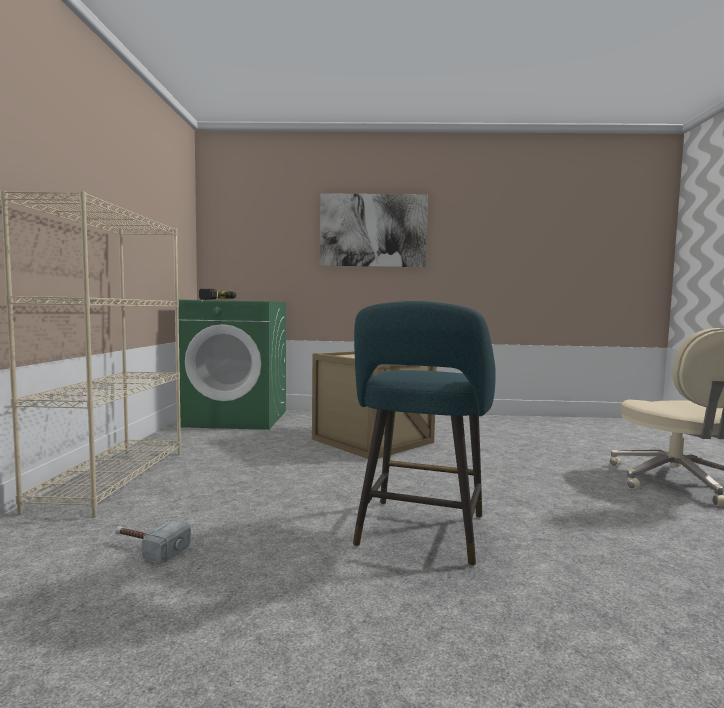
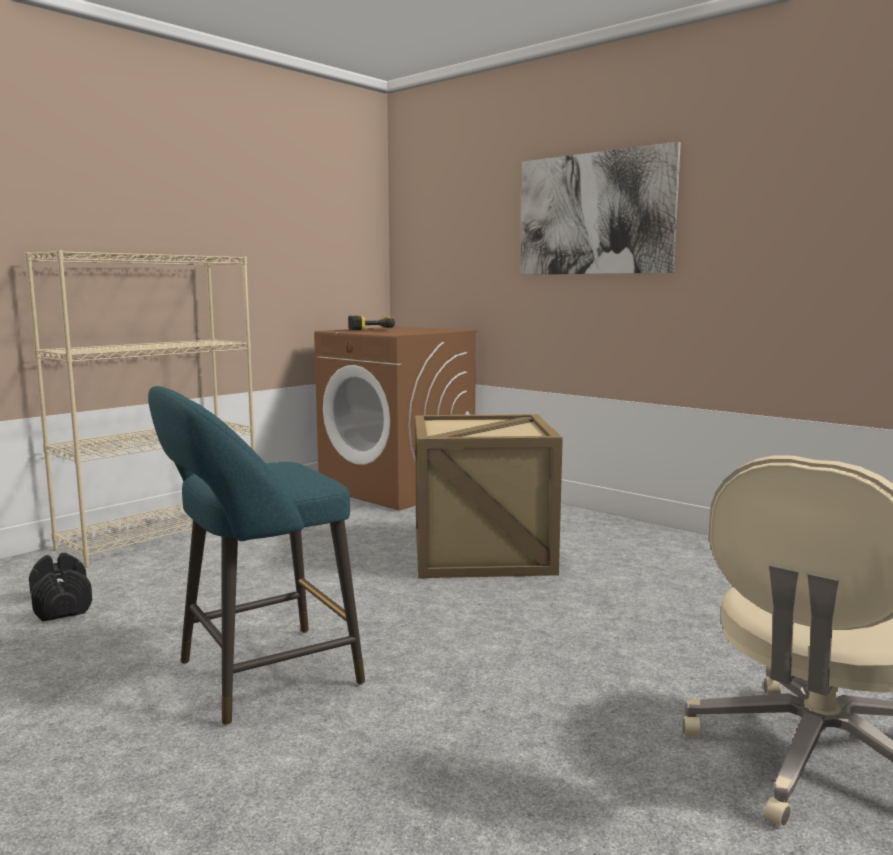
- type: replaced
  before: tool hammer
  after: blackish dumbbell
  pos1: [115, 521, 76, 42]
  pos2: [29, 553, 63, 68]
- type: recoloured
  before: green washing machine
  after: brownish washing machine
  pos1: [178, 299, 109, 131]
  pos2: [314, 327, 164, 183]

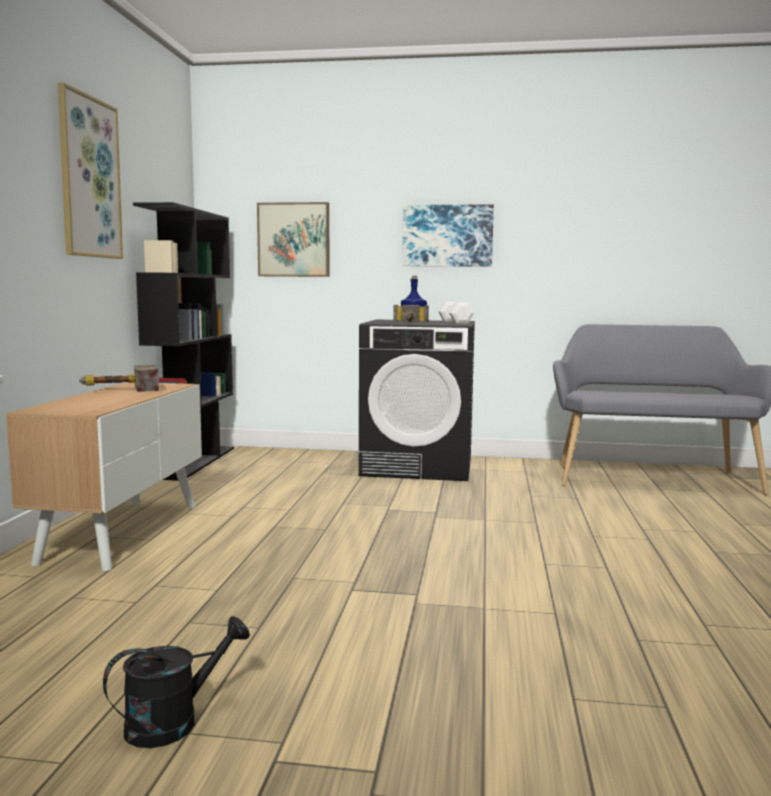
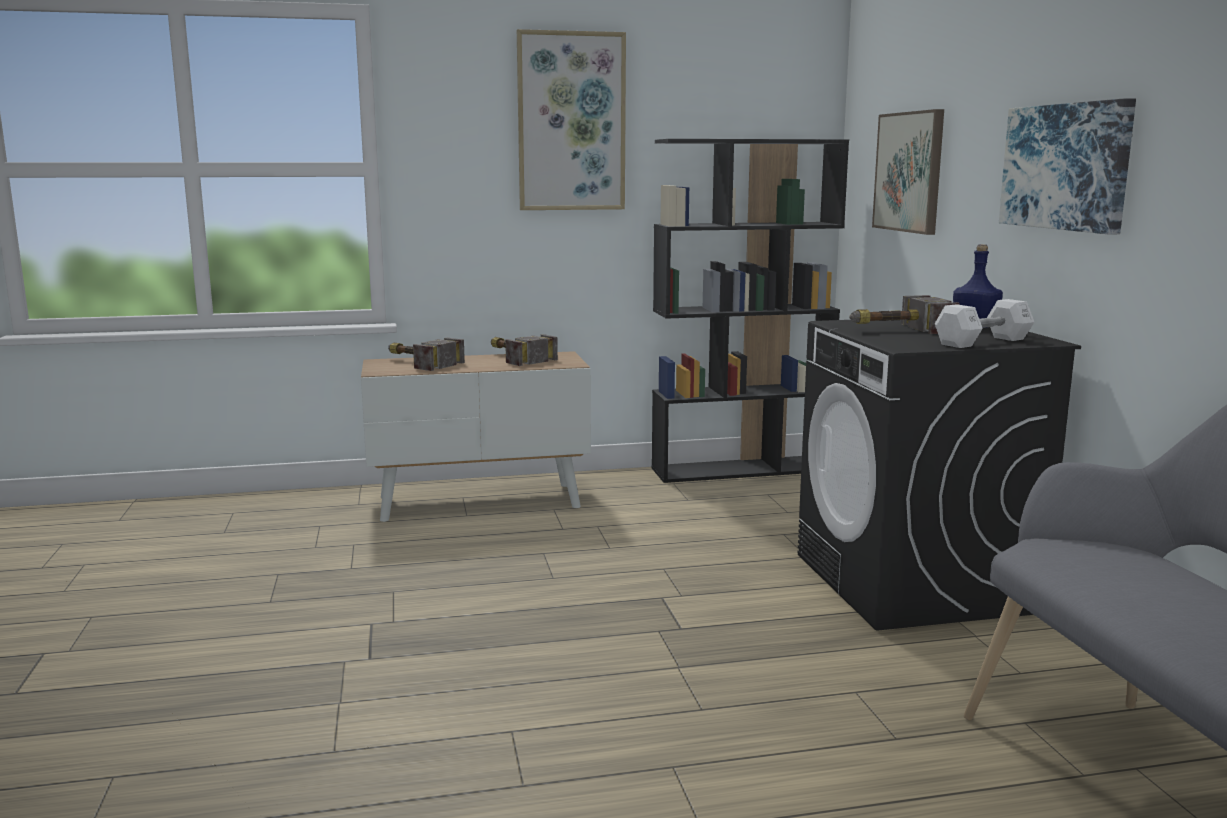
- type: added
  after: tool hammer
  pos2: [388, 338, 77, 33]
- type: removed
  before: blackish watering can
  pos1: [103, 616, 147, 132]

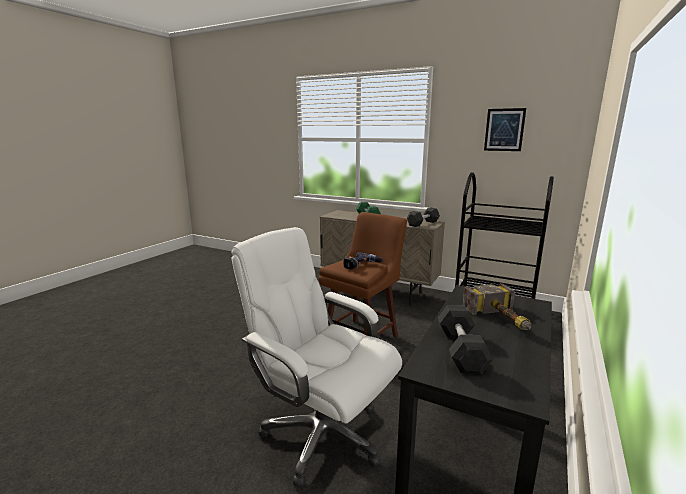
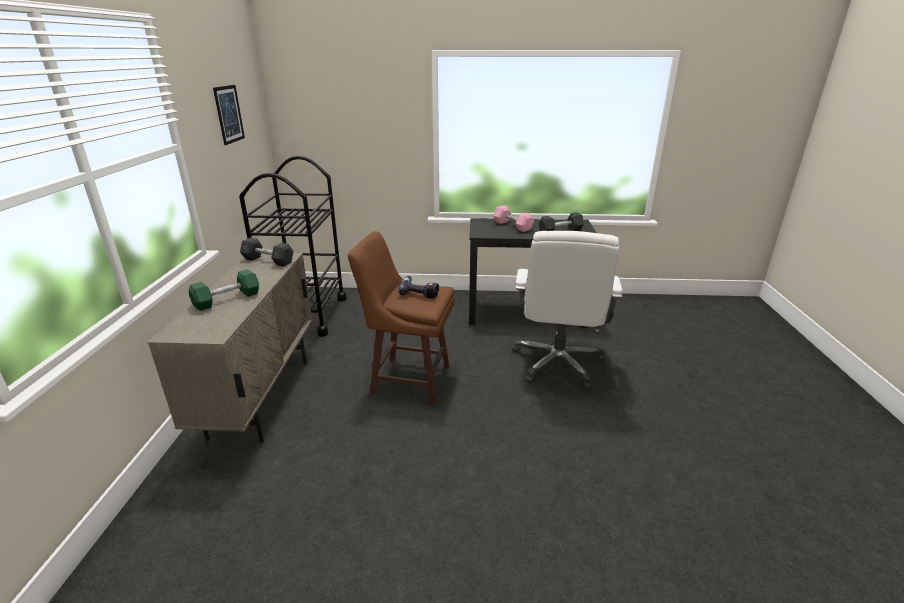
- type: replaced
  before: tool hammer
  after: pink-coloured dumbbell
  pos1: [463, 283, 68, 47]
  pos2: [493, 205, 41, 27]

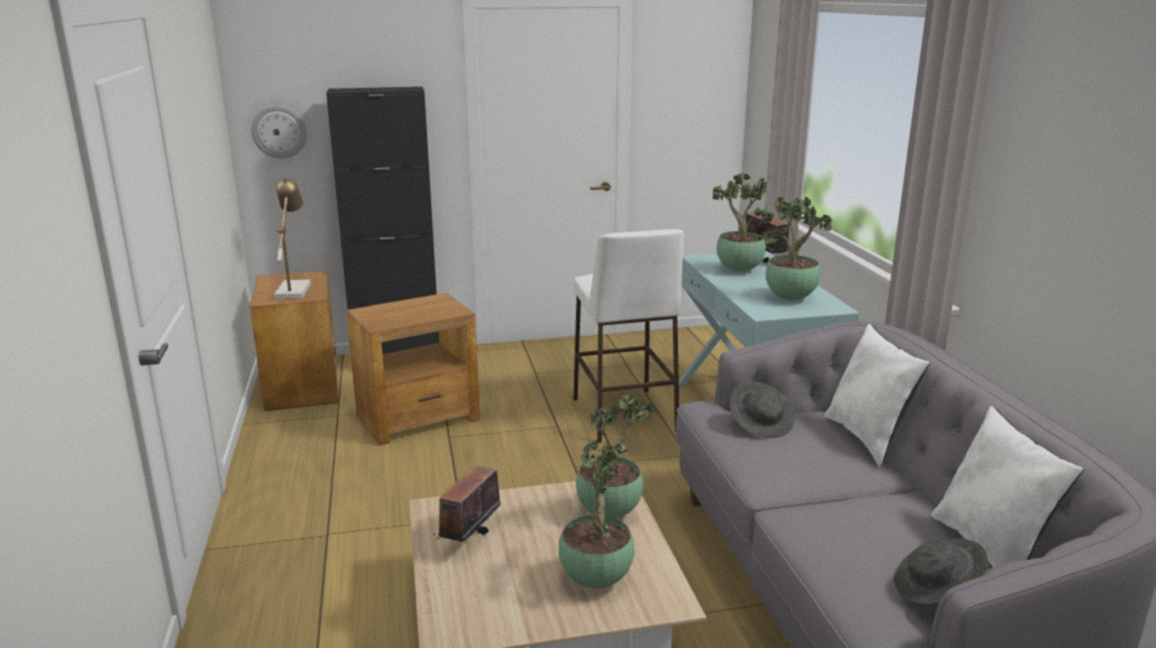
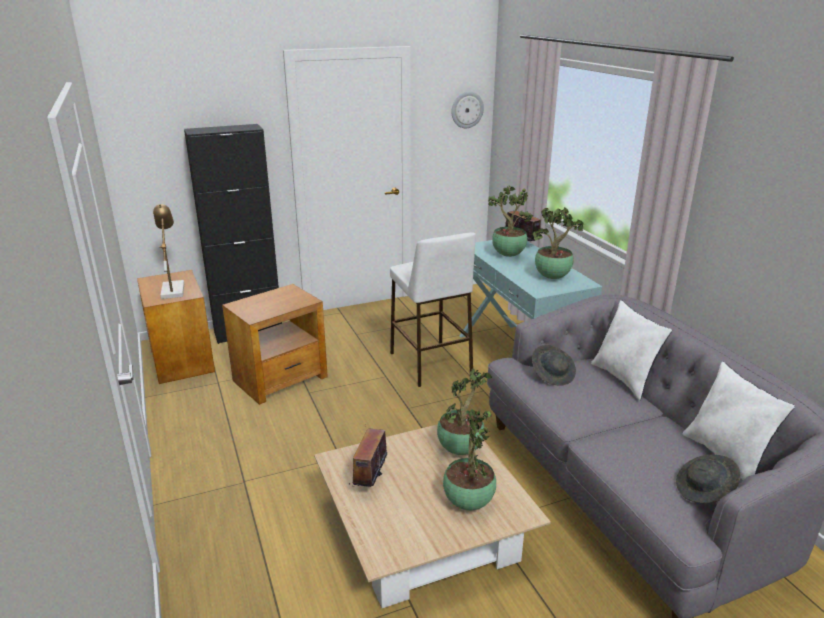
- type: moved
  before: hanging clock
  pos1: [251, 105, 56, 53]
  pos2: [452, 92, 32, 36]

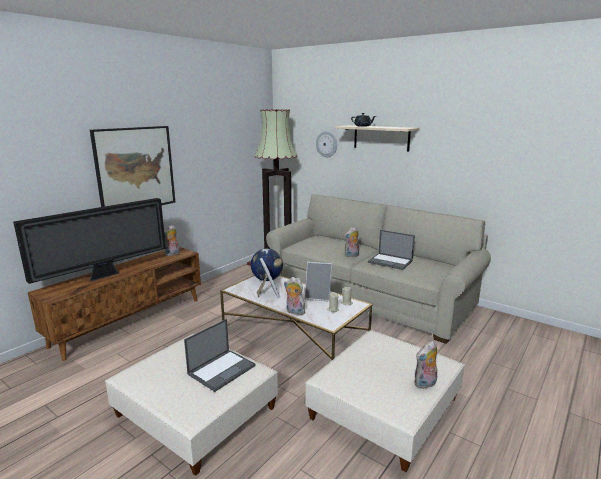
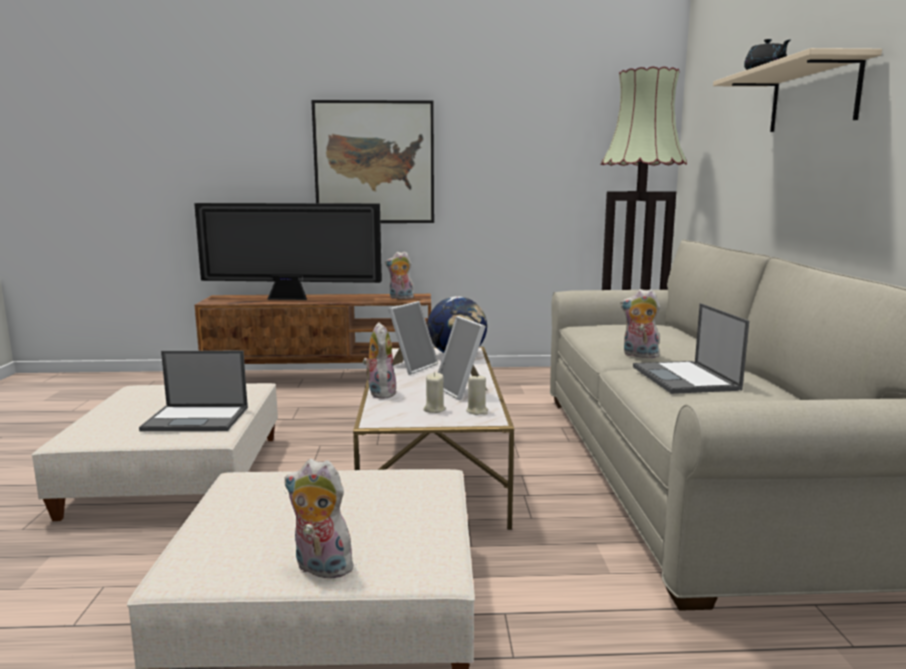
- type: removed
  before: hanging clock
  pos1: [316, 131, 21, 26]

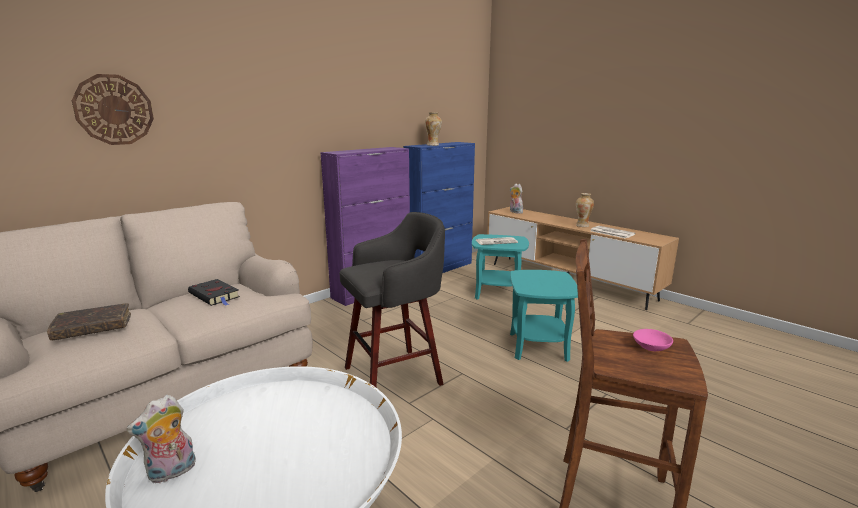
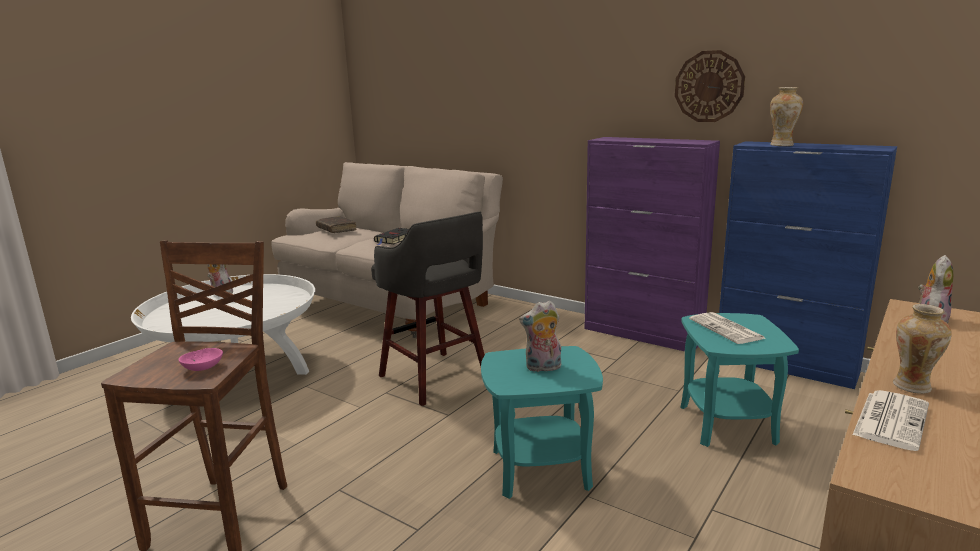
- type: added
  after: plush toy
  pos2: [519, 300, 42, 72]
- type: moved
  before: hanging clock
  pos1: [72, 74, 82, 71]
  pos2: [675, 50, 70, 72]

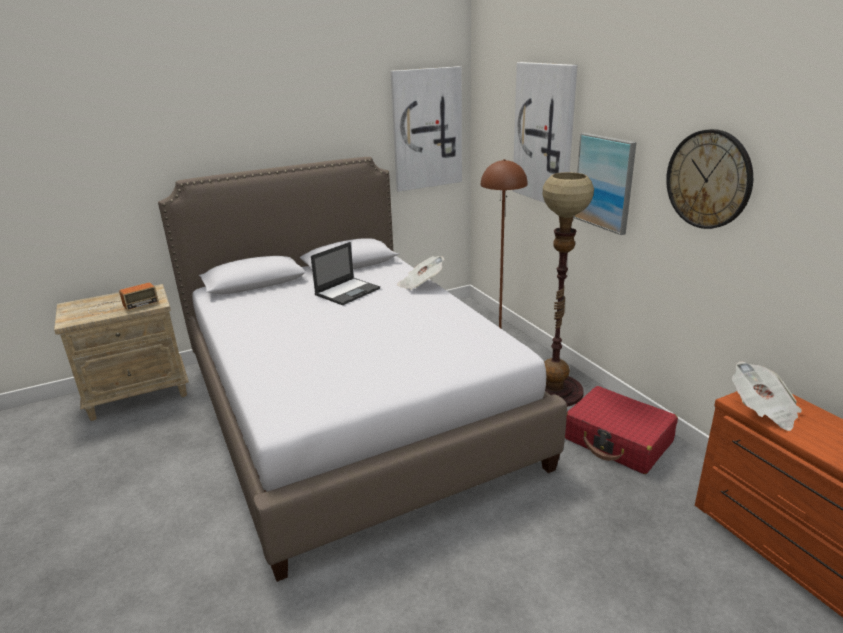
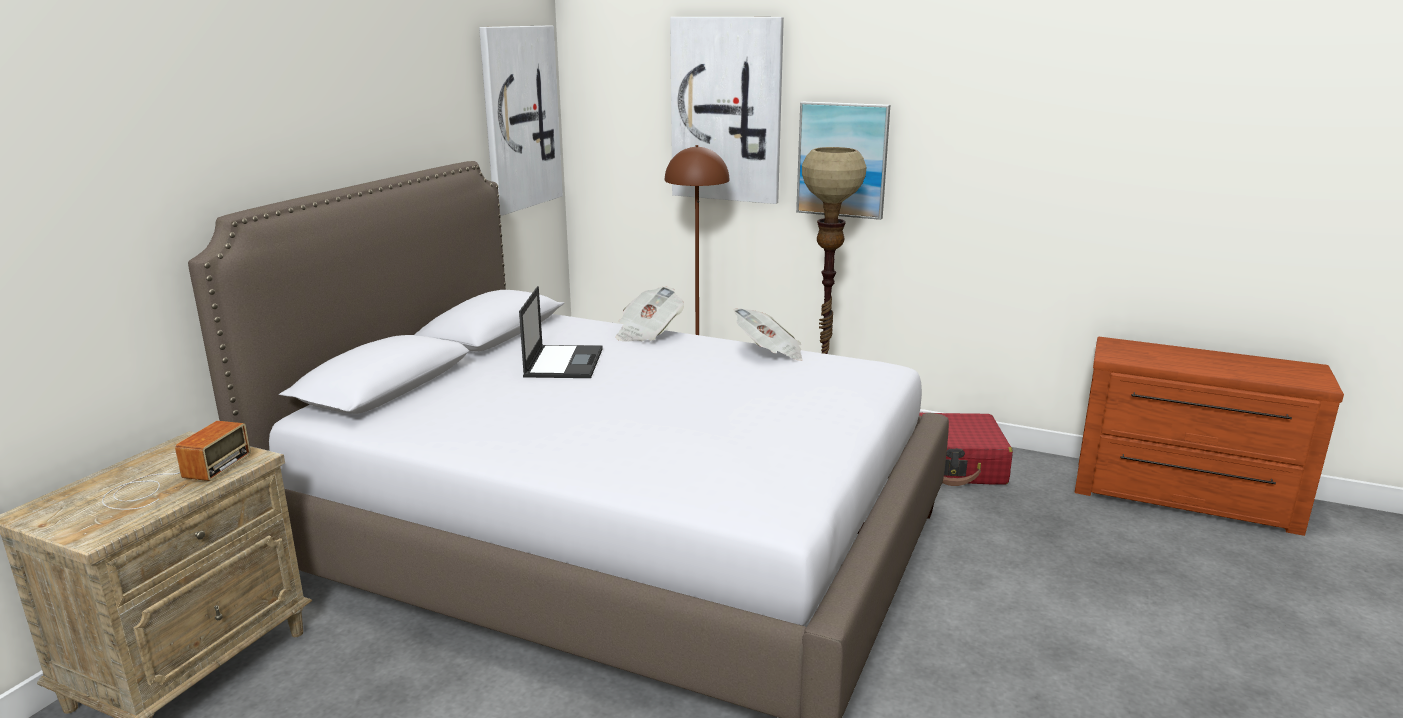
- type: moved
  before: newspaper
  pos1: [732, 361, 70, 70]
  pos2: [734, 308, 68, 53]
- type: removed
  before: hanging clock
  pos1: [666, 129, 87, 100]

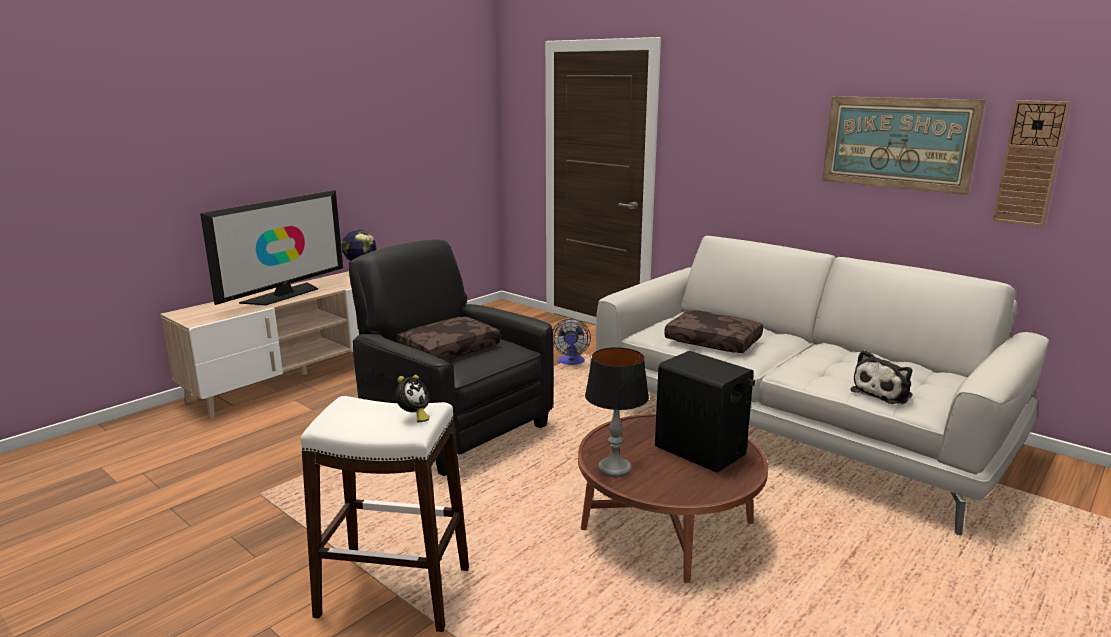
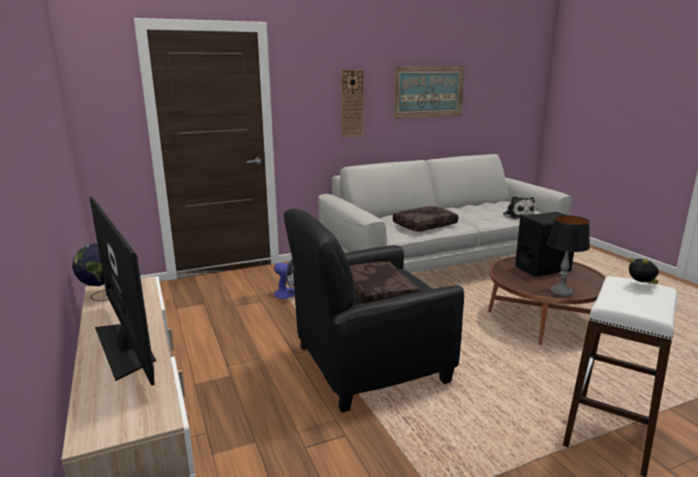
- type: moved
  before: hanging clock
  pos1: [993, 100, 77, 127]
  pos2: [341, 69, 23, 68]

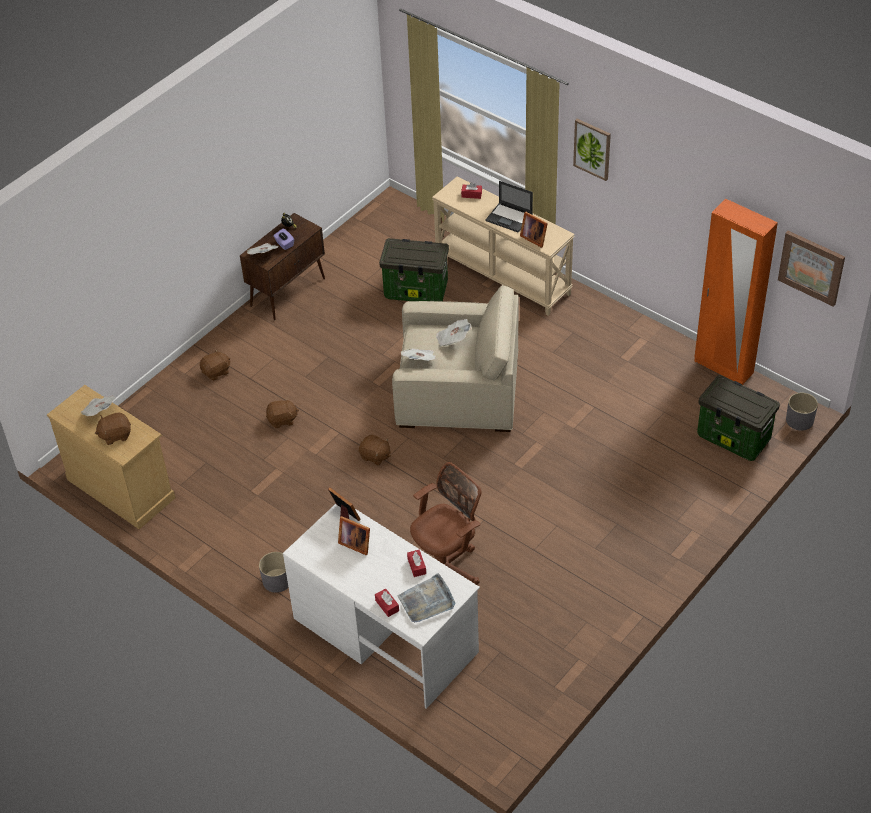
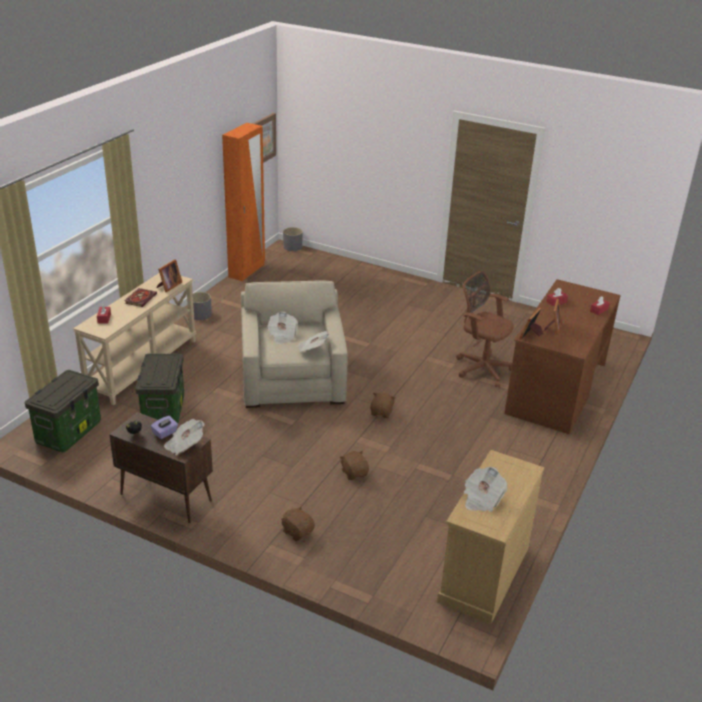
- type: moved
  before: storage box
  pos1: [697, 375, 83, 86]
  pos2: [25, 370, 76, 82]
- type: replaced
  before: laptop
  after: bound book
  pos1: [485, 181, 48, 52]
  pos2: [125, 288, 32, 19]
- type: moved
  before: greyish plant pot
  pos1: [259, 552, 30, 41]
  pos2: [193, 292, 19, 28]
- type: recoloured
  before: white desk unit
  after: brownish desk unit
  pos1: [283, 504, 197, 205]
  pos2: [504, 279, 117, 155]
- type: removed
  before: brownish plush toy
  pos1: [95, 413, 36, 32]
- type: removed
  before: greyish carrying tray
  pos1: [398, 573, 57, 50]
- type: removed
  before: wall art
  pos1: [573, 119, 38, 62]

